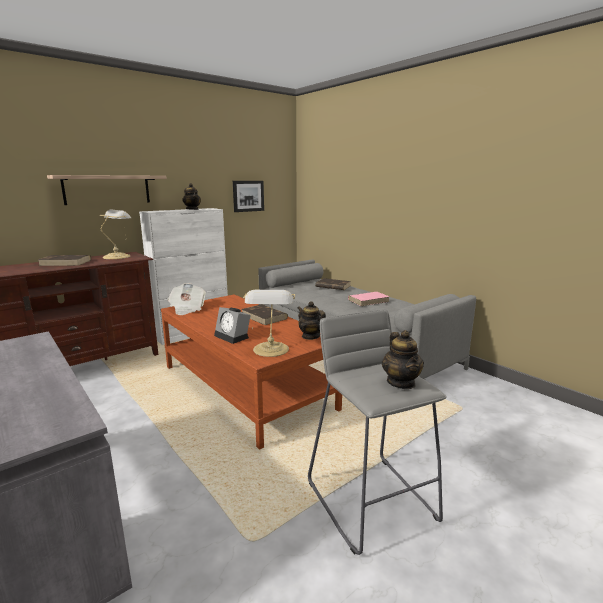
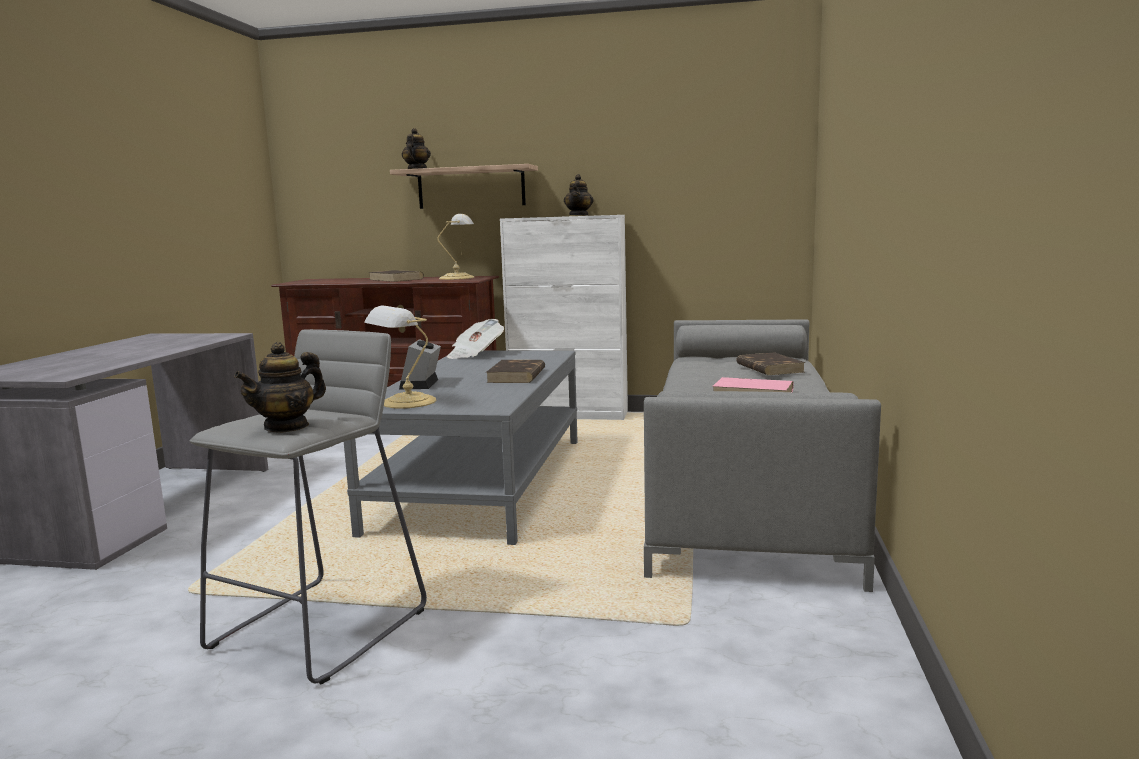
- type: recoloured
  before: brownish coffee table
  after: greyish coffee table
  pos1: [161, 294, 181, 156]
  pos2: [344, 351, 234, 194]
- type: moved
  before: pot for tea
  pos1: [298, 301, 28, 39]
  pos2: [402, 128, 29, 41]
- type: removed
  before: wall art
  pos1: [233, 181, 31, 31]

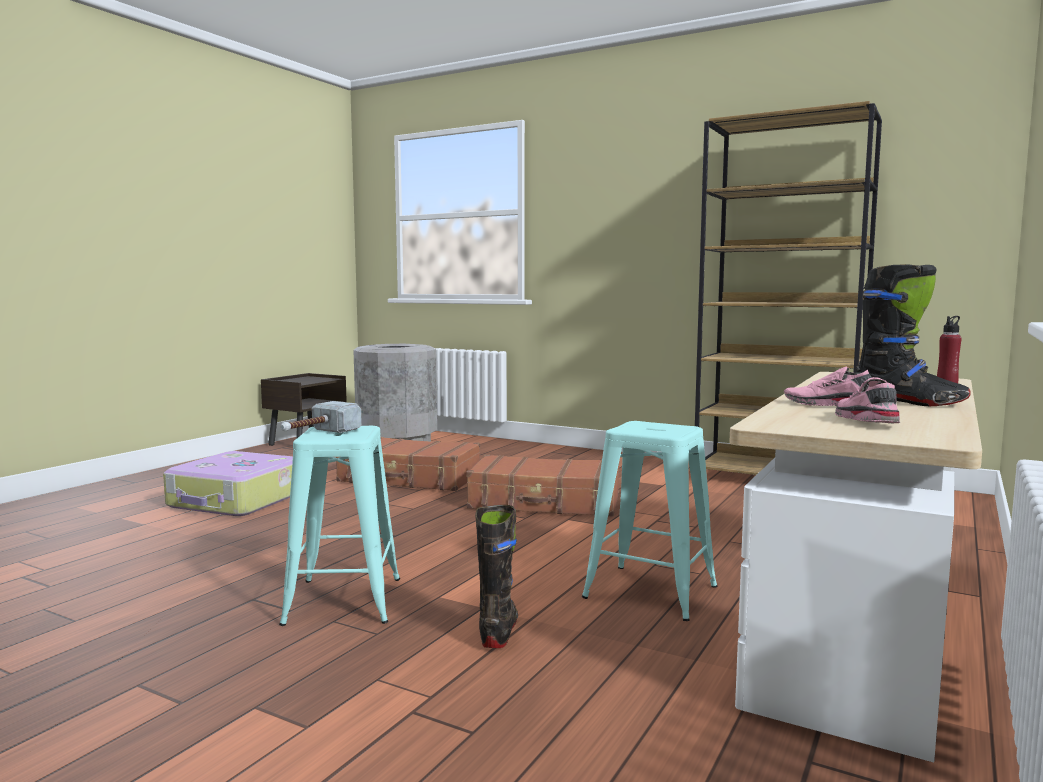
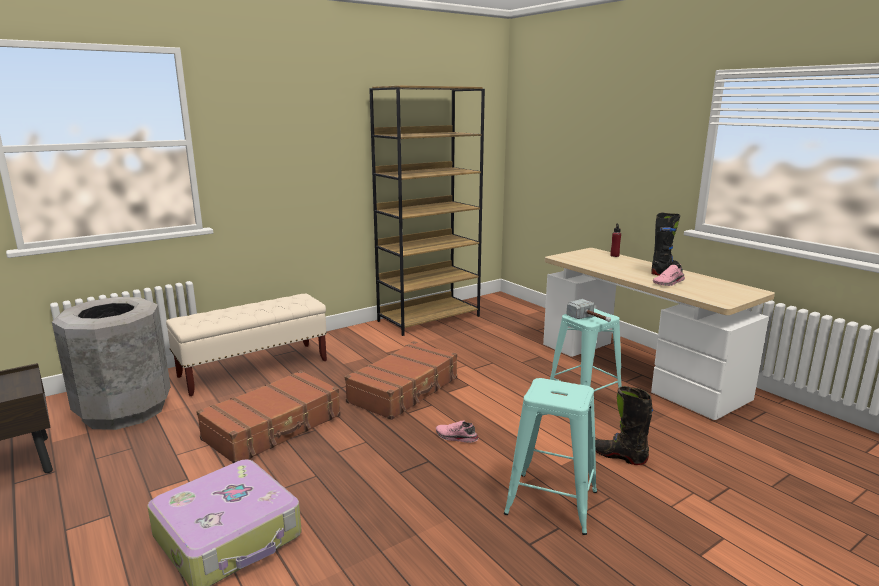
- type: added
  after: beige-coloured indoor bench
  pos2: [166, 293, 161, 103]
- type: moved
  before: pink-coloured low shoe
  pos1: [835, 377, 65, 47]
  pos2: [436, 420, 43, 23]
- type: moved
  before: tool hammer
  pos1: [281, 401, 81, 32]
  pos2: [566, 299, 45, 23]

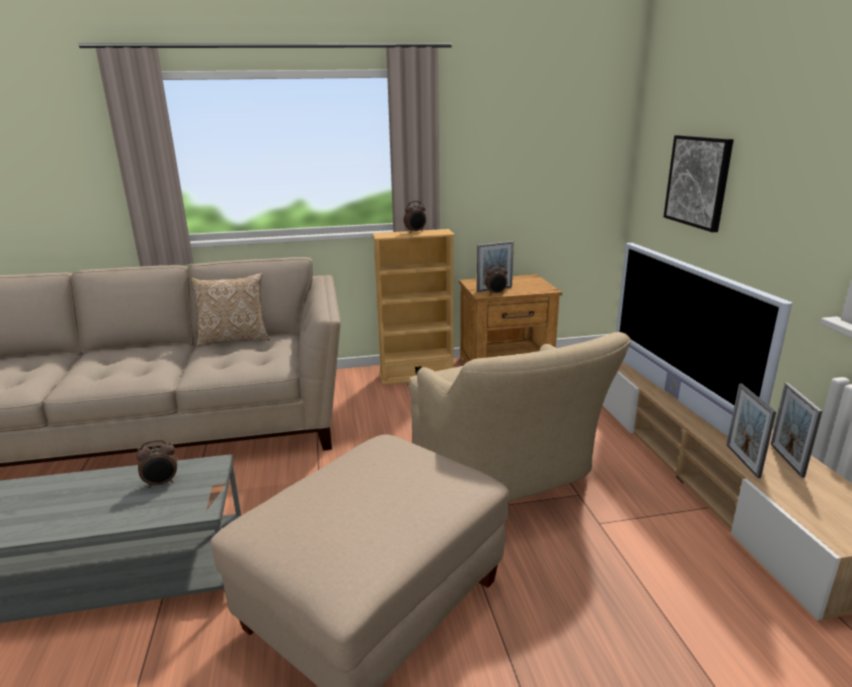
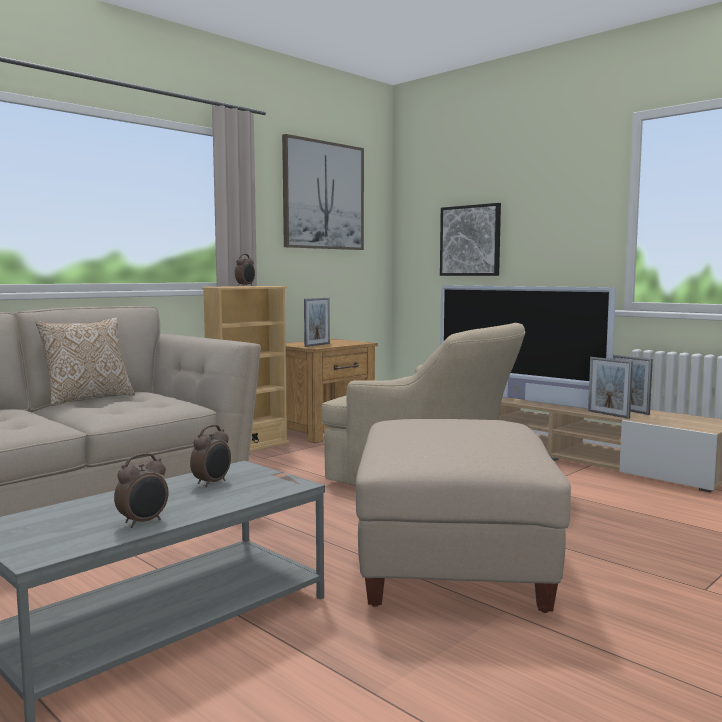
- type: moved
  before: table clock
  pos1: [485, 264, 22, 31]
  pos2: [114, 453, 55, 75]
- type: added
  after: wall art
  pos2: [282, 134, 82, 116]

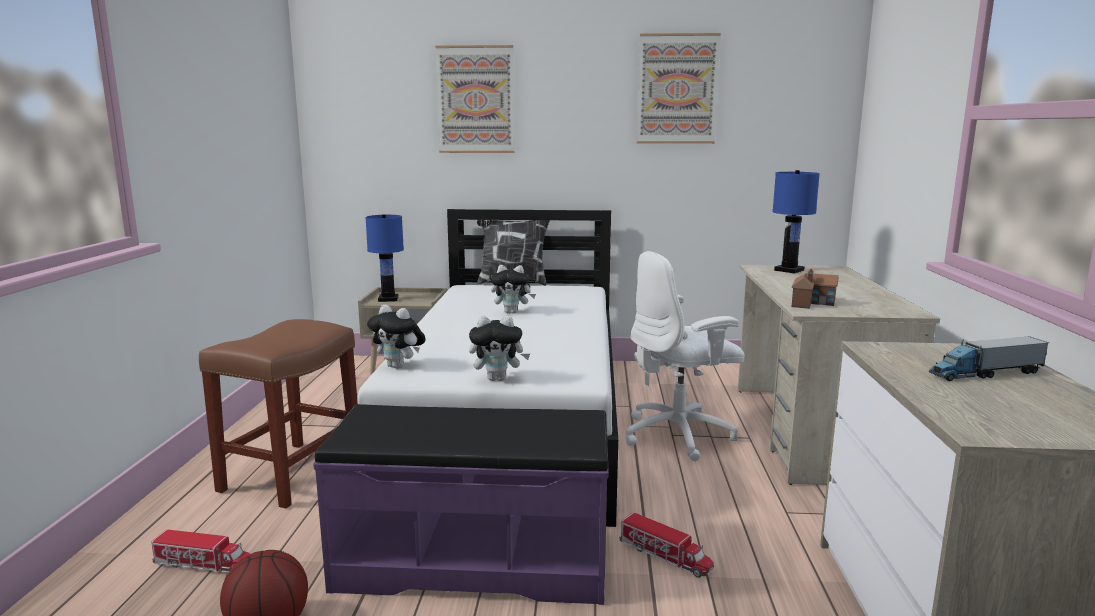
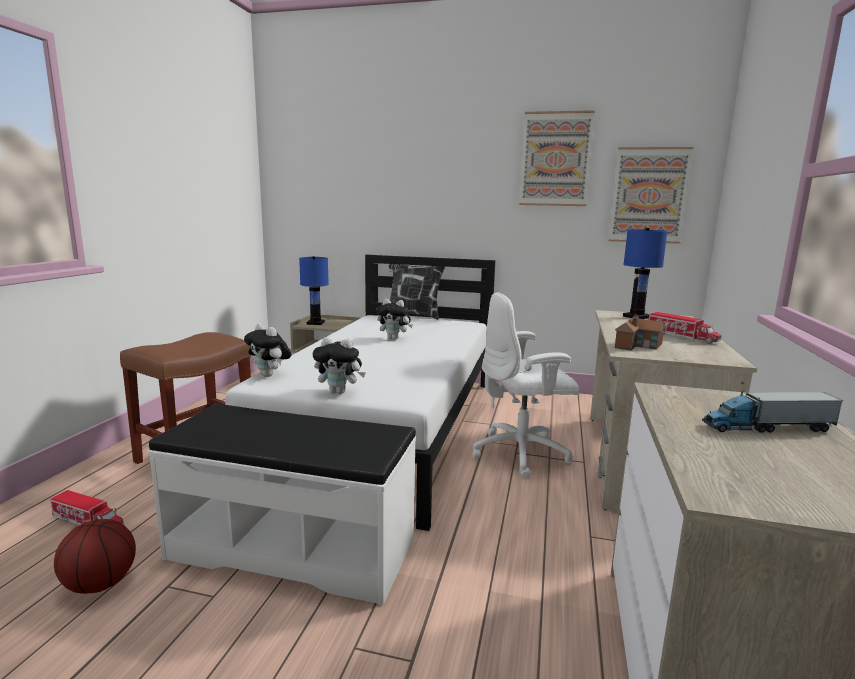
- type: recoloured
  before: purple indoor bench
  after: white indoor bench
  pos1: [313, 404, 296, 201]
  pos2: [148, 404, 268, 201]
- type: moved
  before: wall art
  pos1: [435, 45, 80, 108]
  pos2: [609, 147, 84, 97]
- type: moved
  before: toy lorry
  pos1: [619, 512, 95, 66]
  pos2: [648, 312, 74, 32]

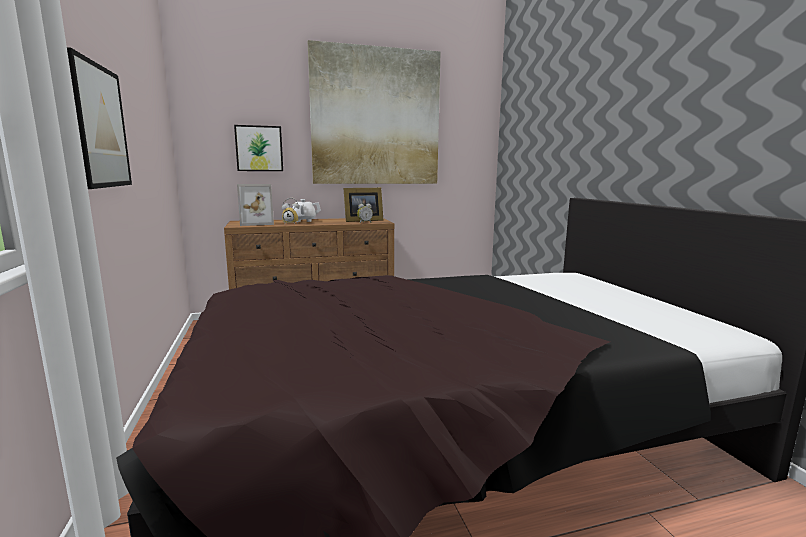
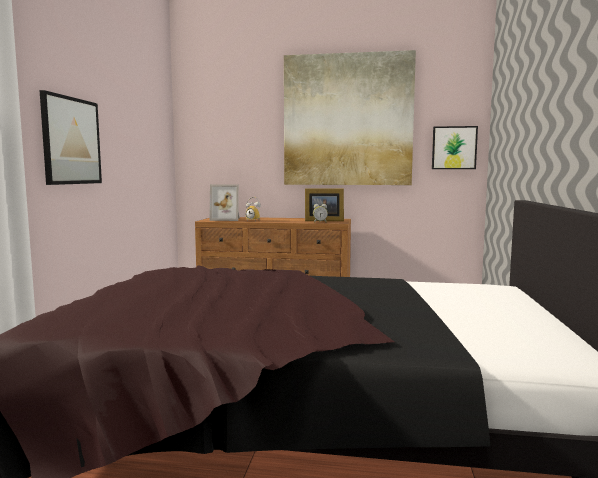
- type: moved
  before: wall art
  pos1: [234, 125, 49, 46]
  pos2: [432, 126, 46, 43]
- type: removed
  before: white pot for tea
  pos1: [285, 199, 36, 23]

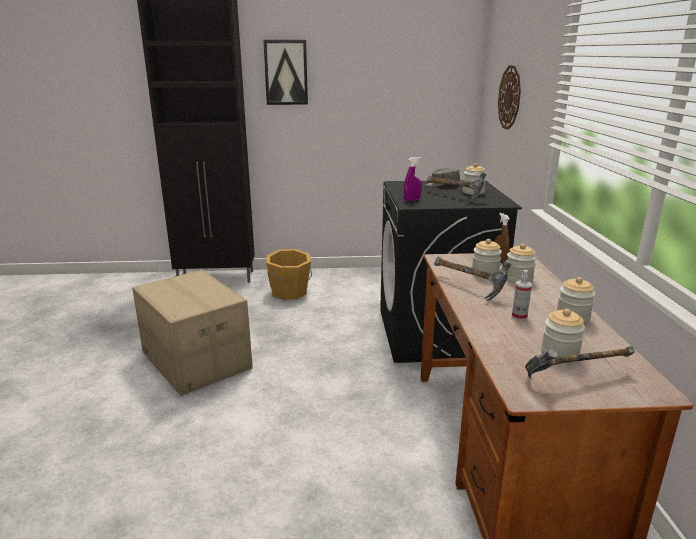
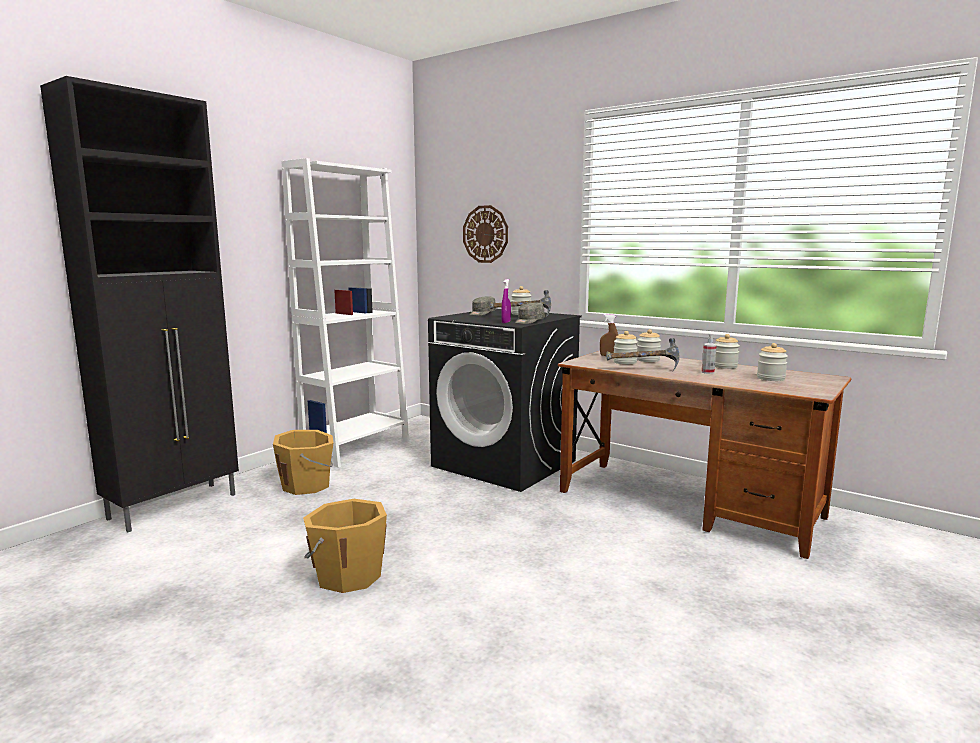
- type: added
  after: white shelving unit
  pos2: [281, 158, 128, 310]
- type: replaced
  before: packing box
  after: orange bucket
  pos1: [132, 270, 121, 125]
  pos2: [303, 499, 84, 94]
- type: added
  after: greyish baseball cap
  pos2: [515, 303, 30, 21]
- type: removed
  before: wall art
  pos1: [263, 40, 45, 65]
- type: removed
  before: tool hammer
  pos1: [525, 346, 110, 32]

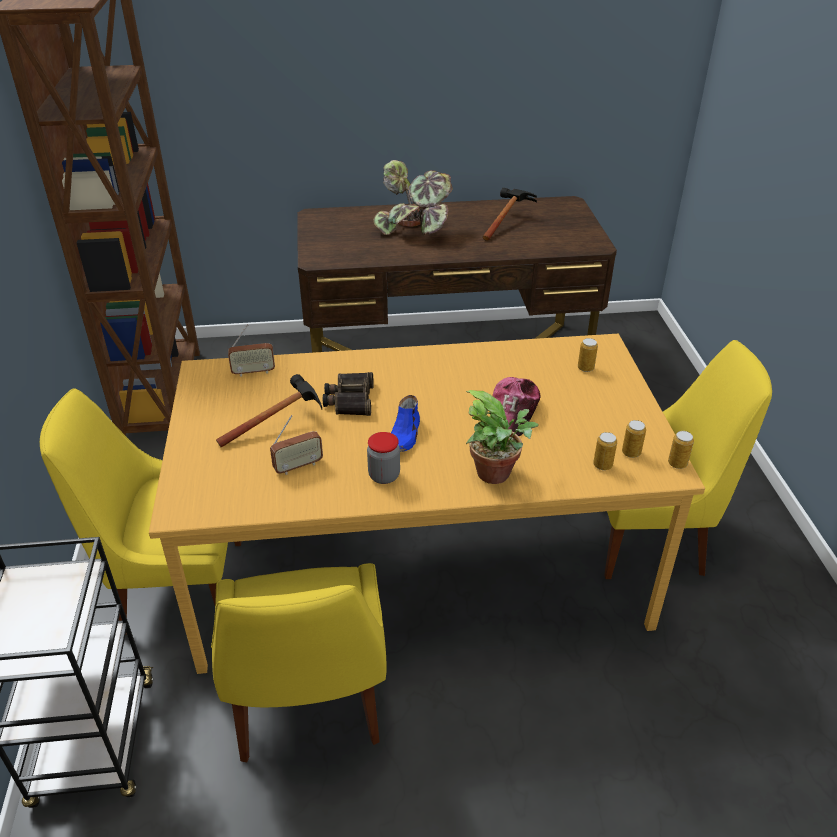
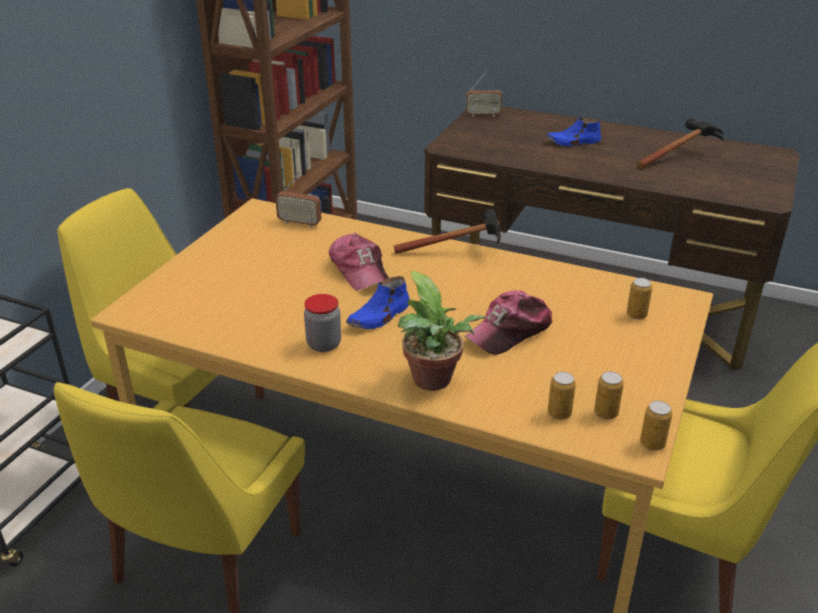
- type: replaced
  before: binoculars
  after: baseball cap
  pos1: [323, 372, 51, 44]
  pos2: [329, 233, 60, 58]
- type: moved
  before: tool hammer
  pos1: [216, 374, 106, 74]
  pos2: [394, 209, 107, 45]
- type: moved
  before: radio
  pos1: [270, 415, 53, 60]
  pos2: [466, 72, 36, 45]
- type: replaced
  before: potted plant
  after: blue-coloured low shoe
  pos1: [373, 160, 80, 75]
  pos2: [546, 118, 55, 29]

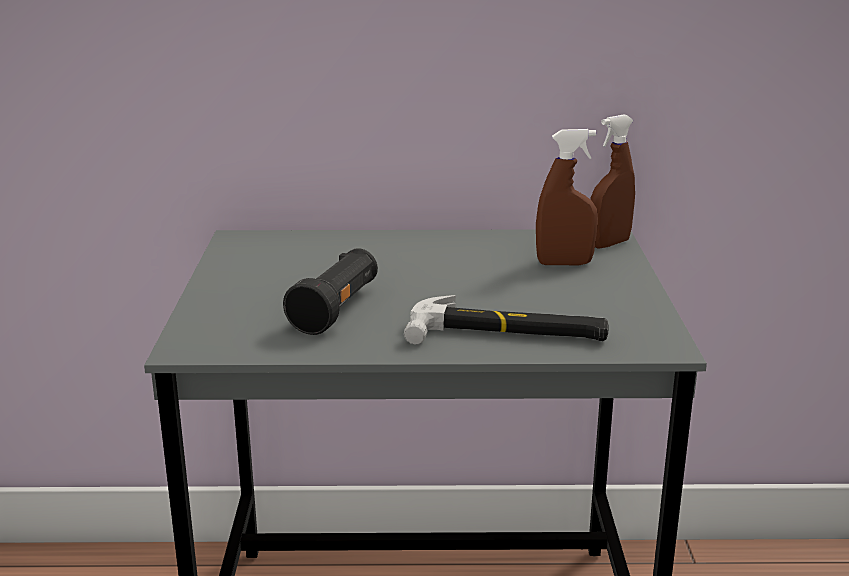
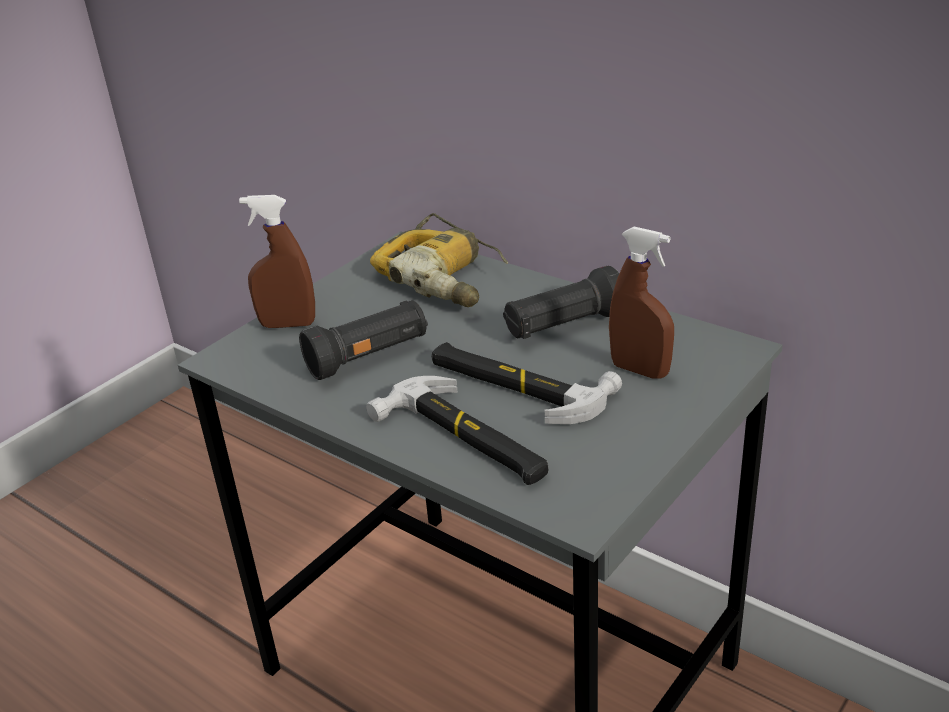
- type: moved
  before: brownish sprayer
  pos1: [590, 115, 45, 134]
  pos2: [239, 195, 76, 133]
- type: added
  after: power drill
  pos2: [370, 213, 138, 94]
- type: added
  after: tool hammer
  pos2: [431, 342, 191, 82]
- type: added
  after: blackish torch
  pos2: [503, 266, 116, 73]

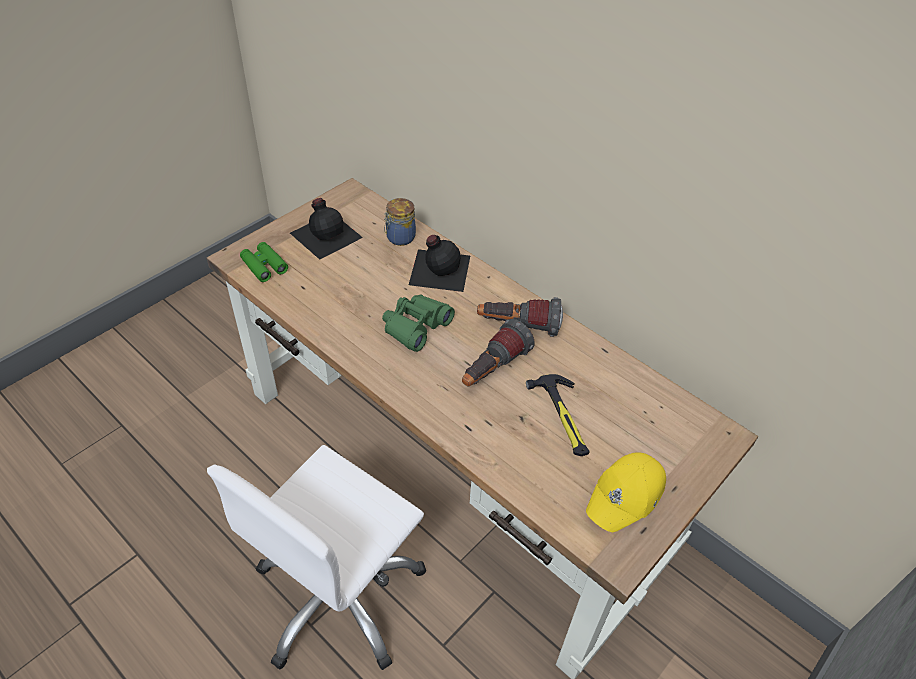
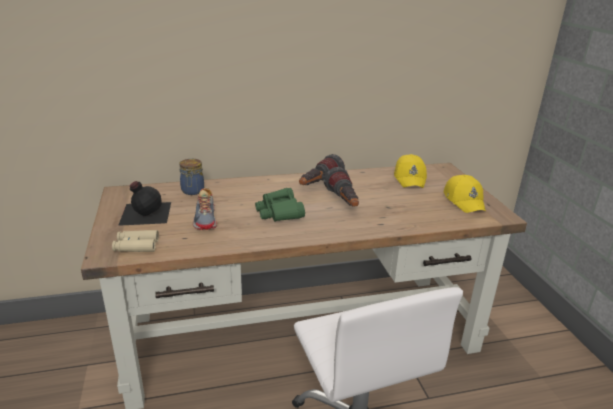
- type: recoloured
  before: green binoculars
  after: beige-coloured binoculars
  pos1: [240, 242, 48, 40]
  pos2: [112, 230, 47, 22]
- type: added
  after: low shoe
  pos2: [193, 188, 24, 42]
- type: added
  after: yellow-coloured baseball cap
  pos2: [394, 154, 33, 34]
- type: removed
  before: blackish beverage bottle
  pos1: [409, 235, 61, 57]
- type: removed
  before: tool hammer
  pos1: [526, 374, 64, 82]

